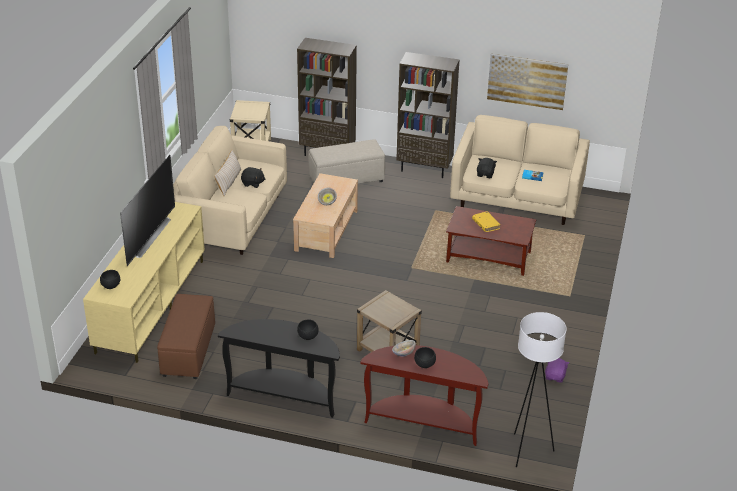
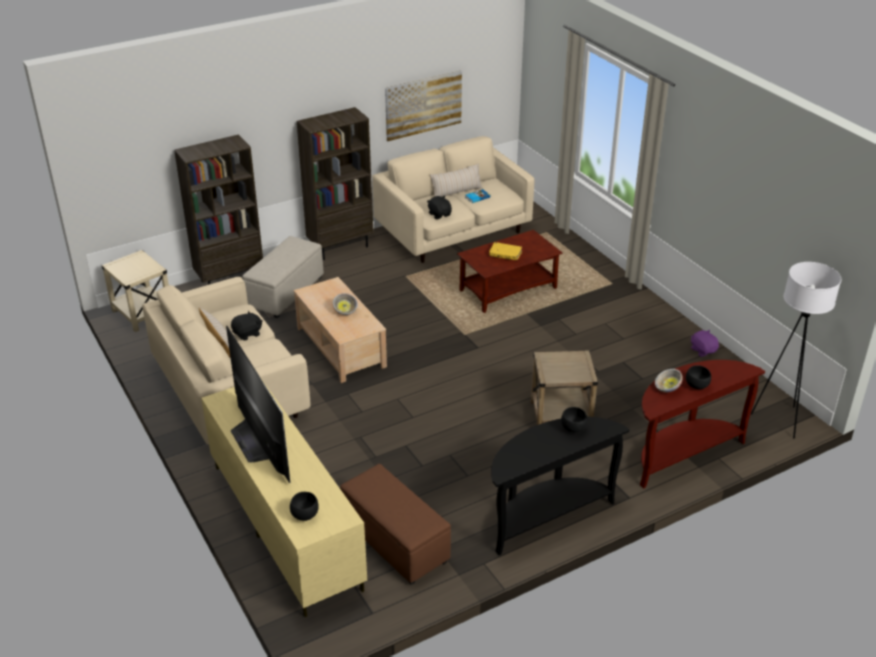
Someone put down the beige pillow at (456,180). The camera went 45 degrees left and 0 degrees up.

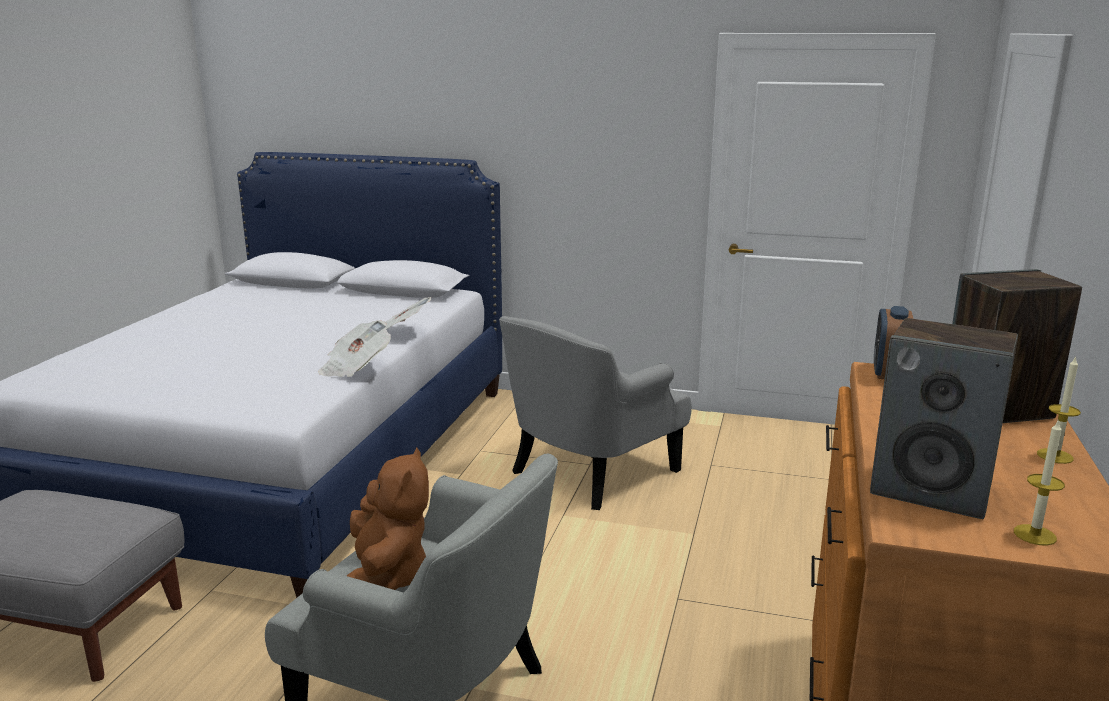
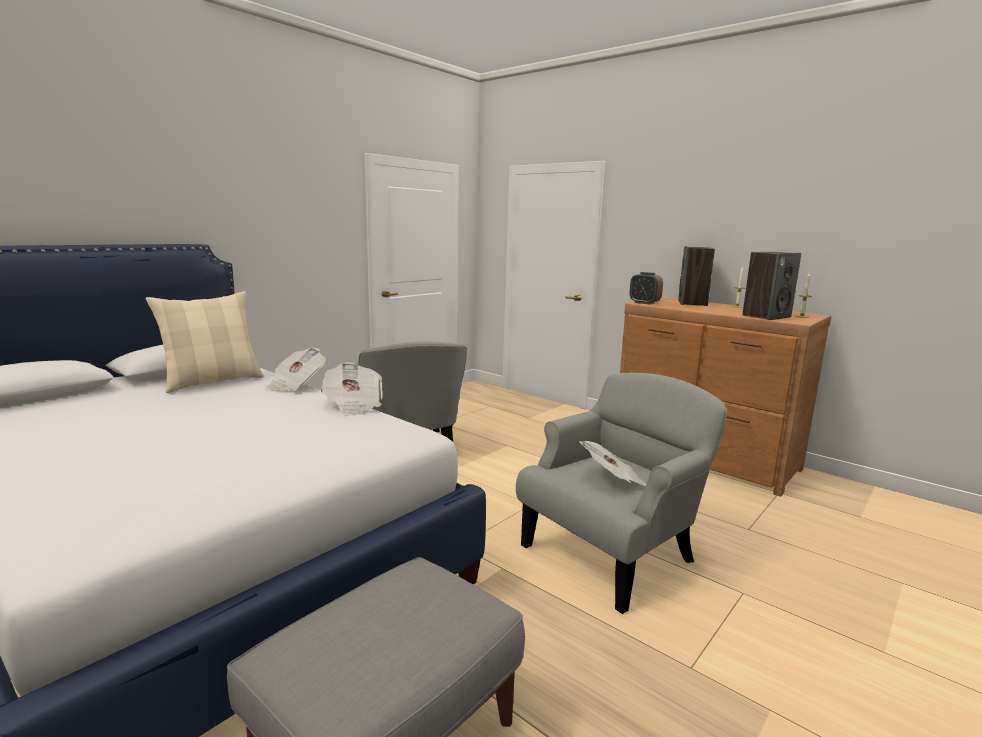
Someone put down the beige pillow at (205,342). Someone swapped the brown plush toy at (388,519) for the newspaper at (612,463). The camera went 65 degrees left and 5 degrees down.

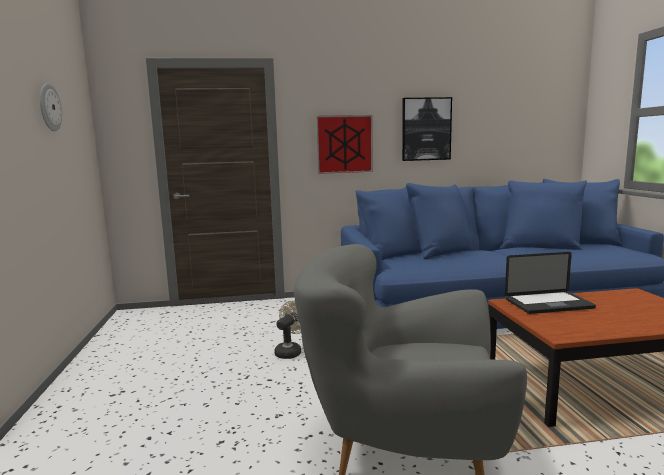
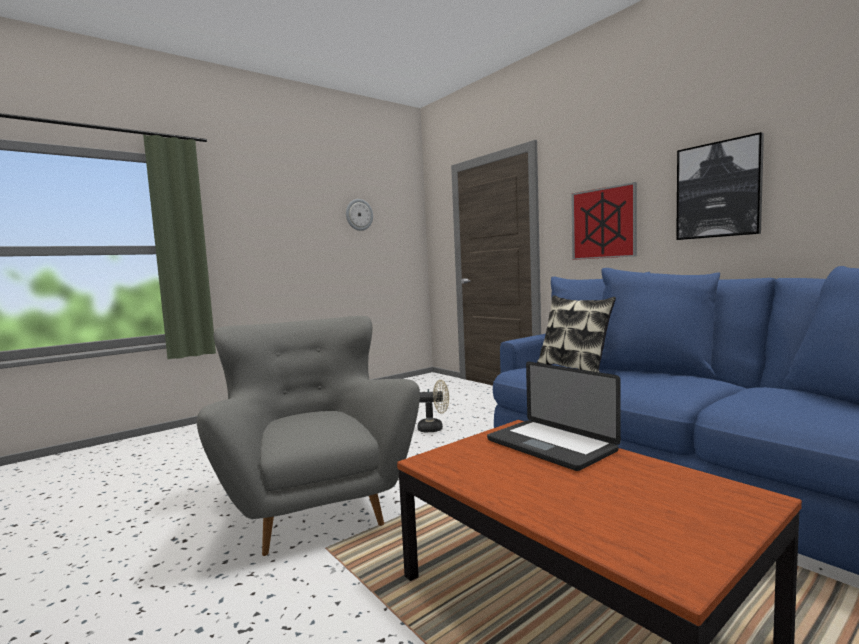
Someone put down the pillow at (576,333). The camera went 60 degrees right and 5 degrees down.

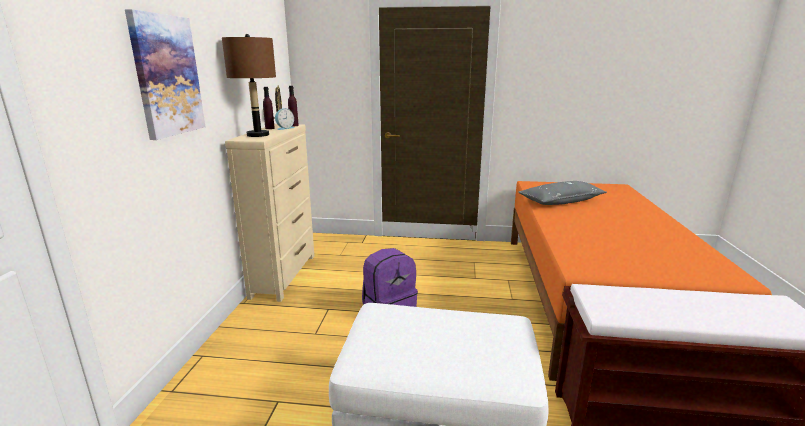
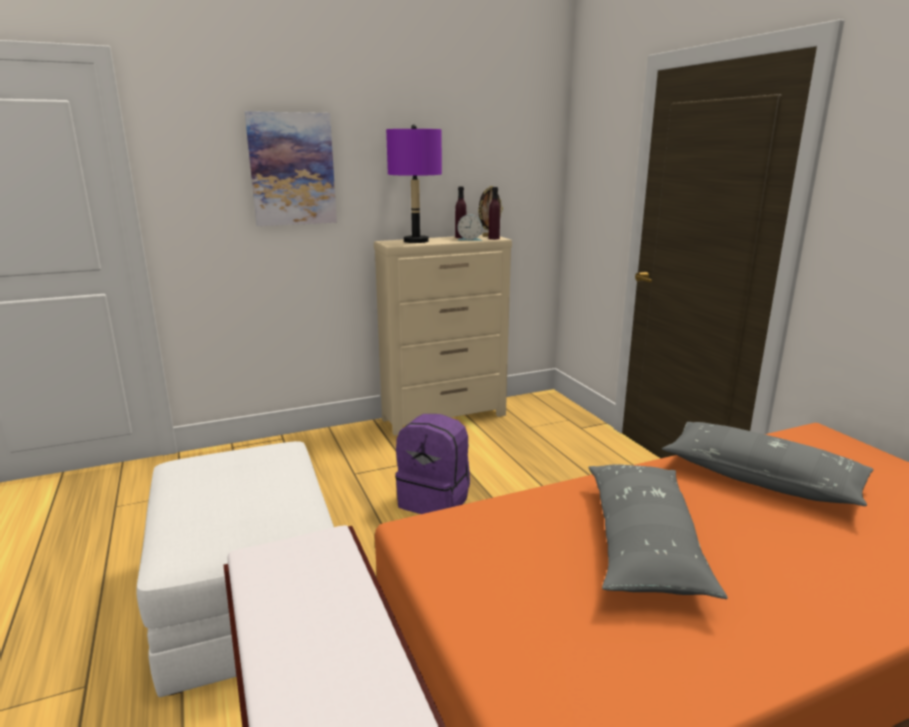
Someone repainted the brown table lamp at (249,85), which became the purple table lamp at (414,184). Someone put down the grey pillow at (658,531). The camera went 60 degrees right and 0 degrees up.

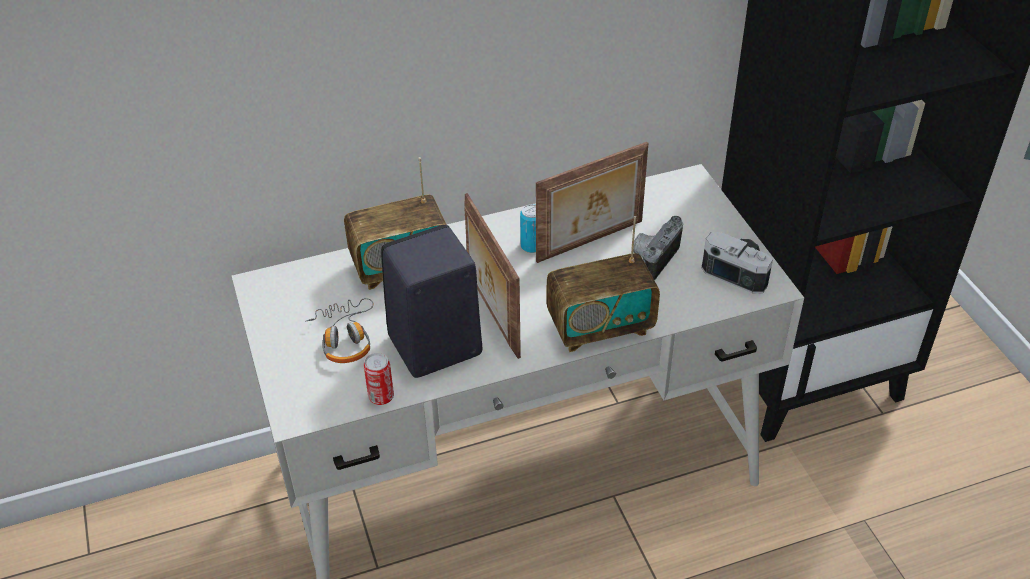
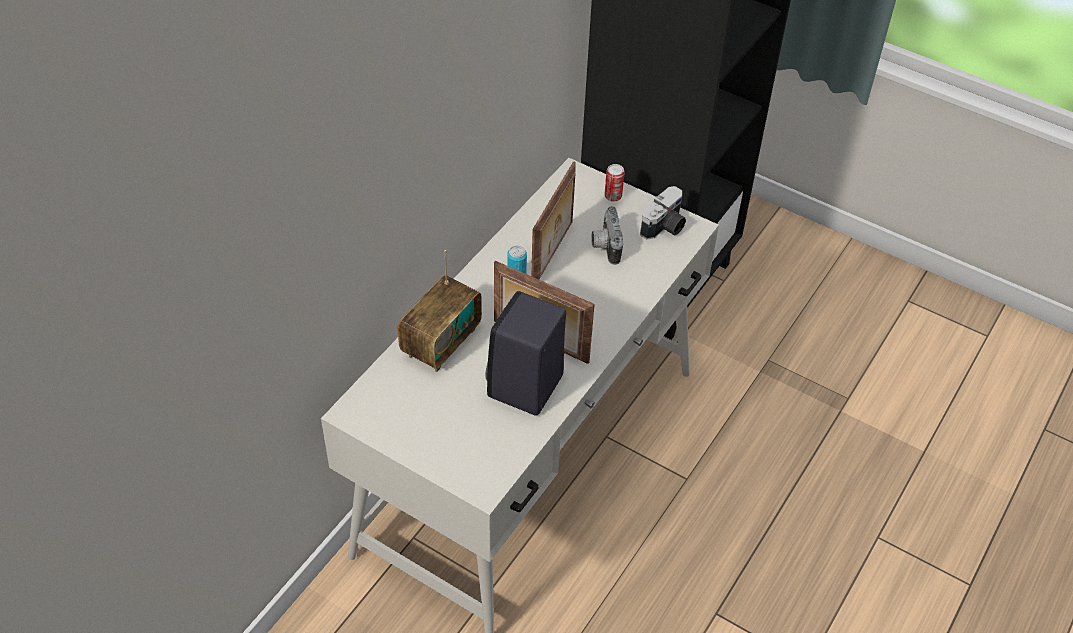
Someone carried the can from (378,379) to (614,183). Someone rotated the photo camera at (737,262) by 135 degrees clockwise. Someone took away the headphones at (339,330). Someone took away the radio at (603,284). The camera went 40 degrees left and 5 degrees up.

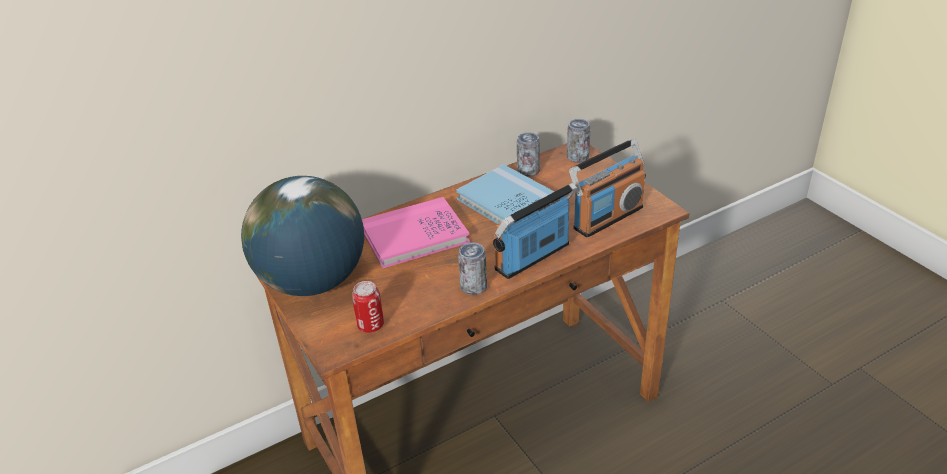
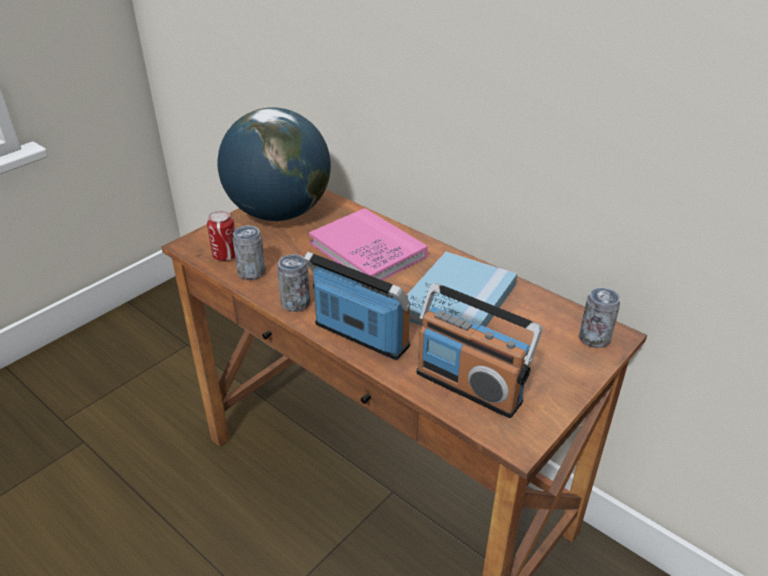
Someone carried the can from (528,154) to (249,253). The camera went 70 degrees right and 0 degrees up.

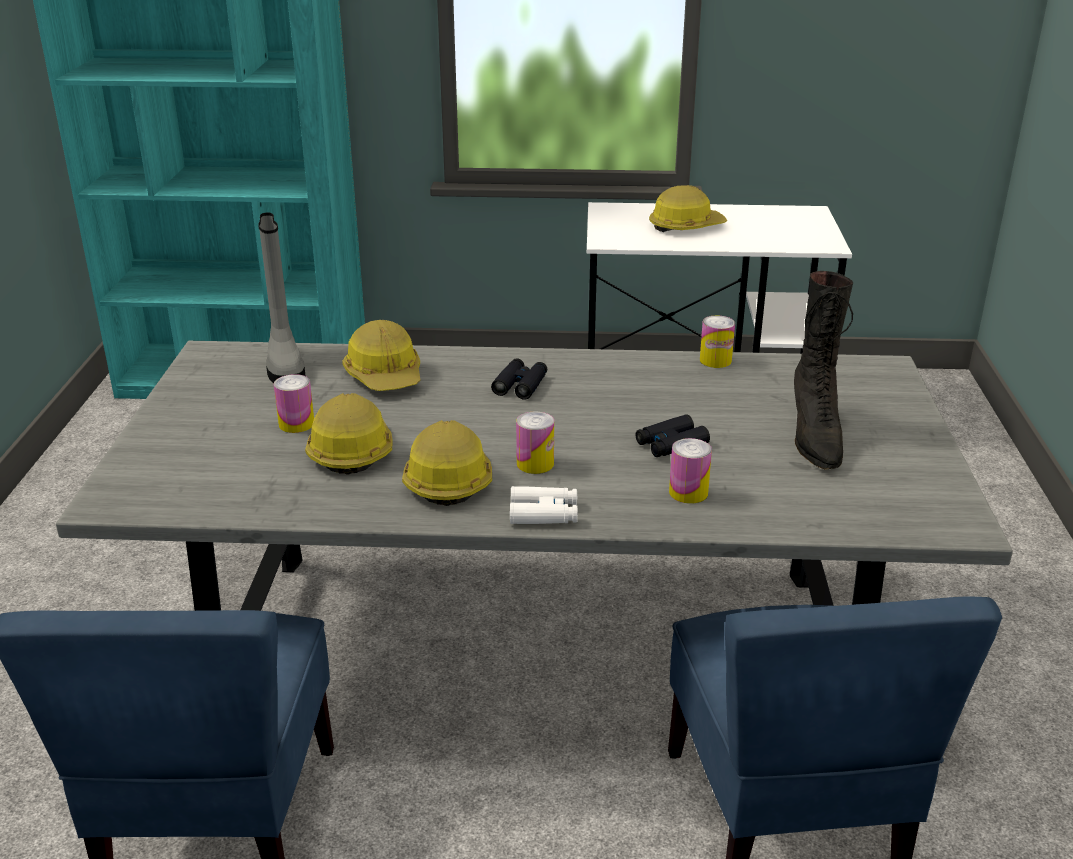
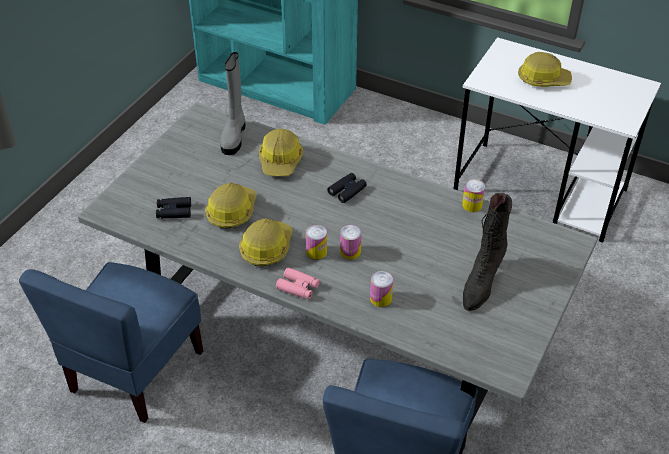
Someone carried the black binoculars from (672,435) to (173,207). Someone repainted the white binoculars at (544,505), which became the pink binoculars at (298,283). Someone carried the can from (294,403) to (351,242). The camera went 25 degrees right and 15 degrees up.

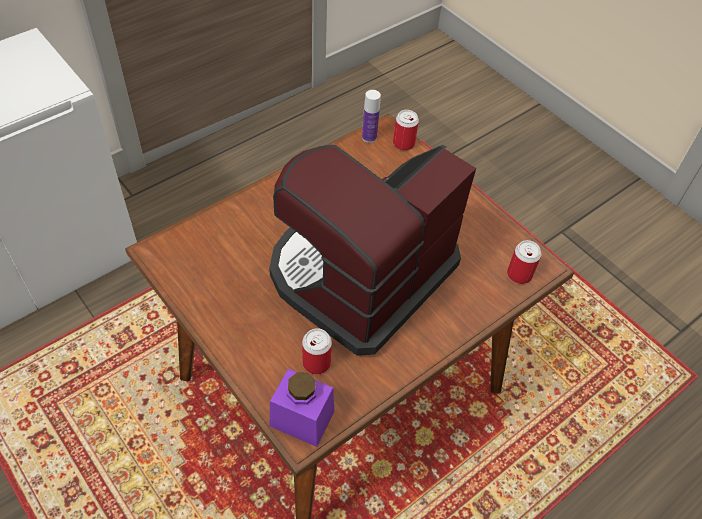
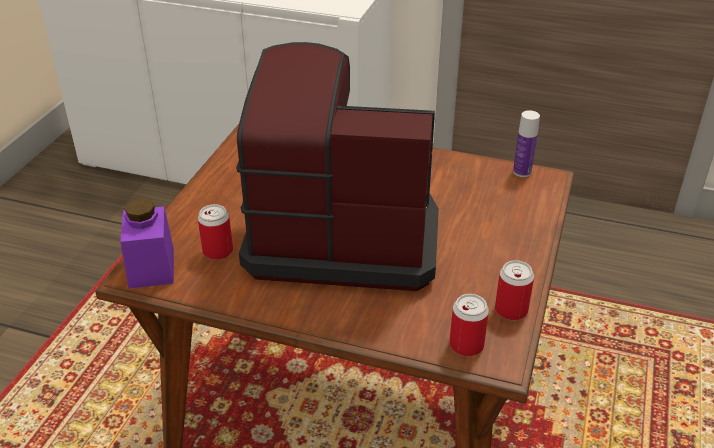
Someone carried the can from (406,130) to (514,290). The camera went 60 degrees right and 15 degrees down.

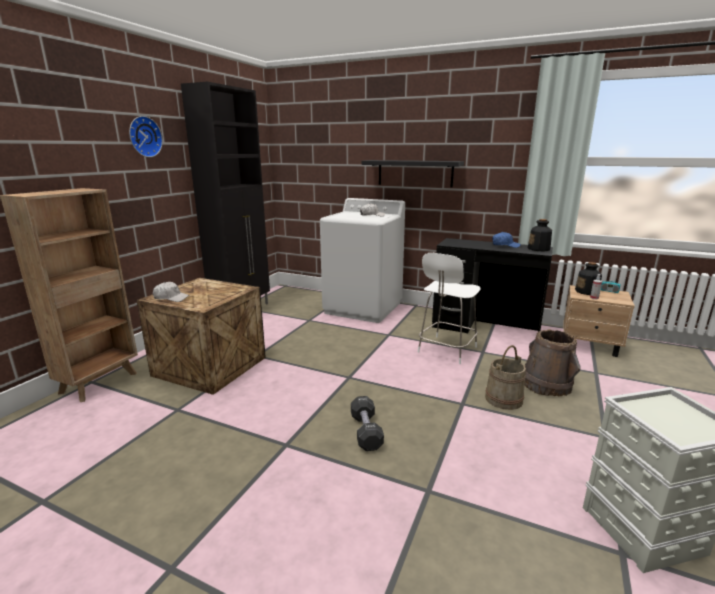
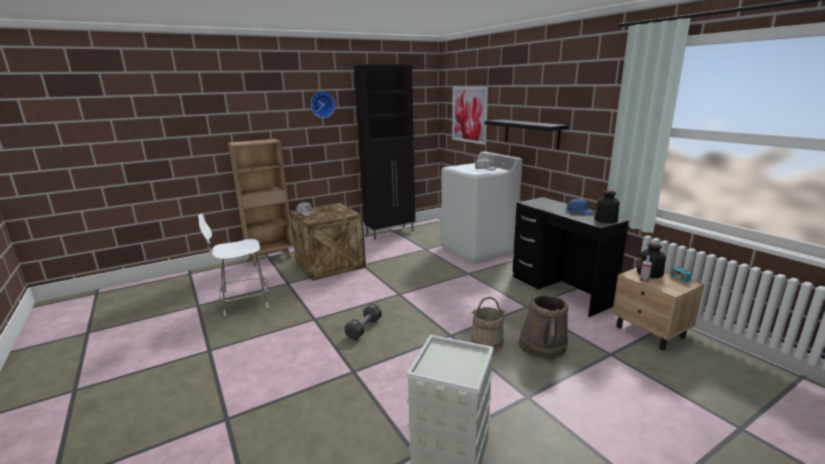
Someone carried the white chair from (449,308) to (233,265). Someone put up the picture at (470,116). The camera went 35 degrees right and 0 degrees up.

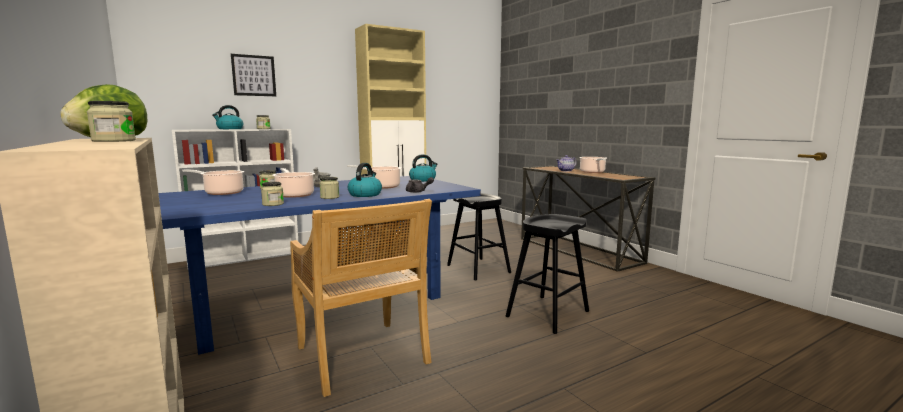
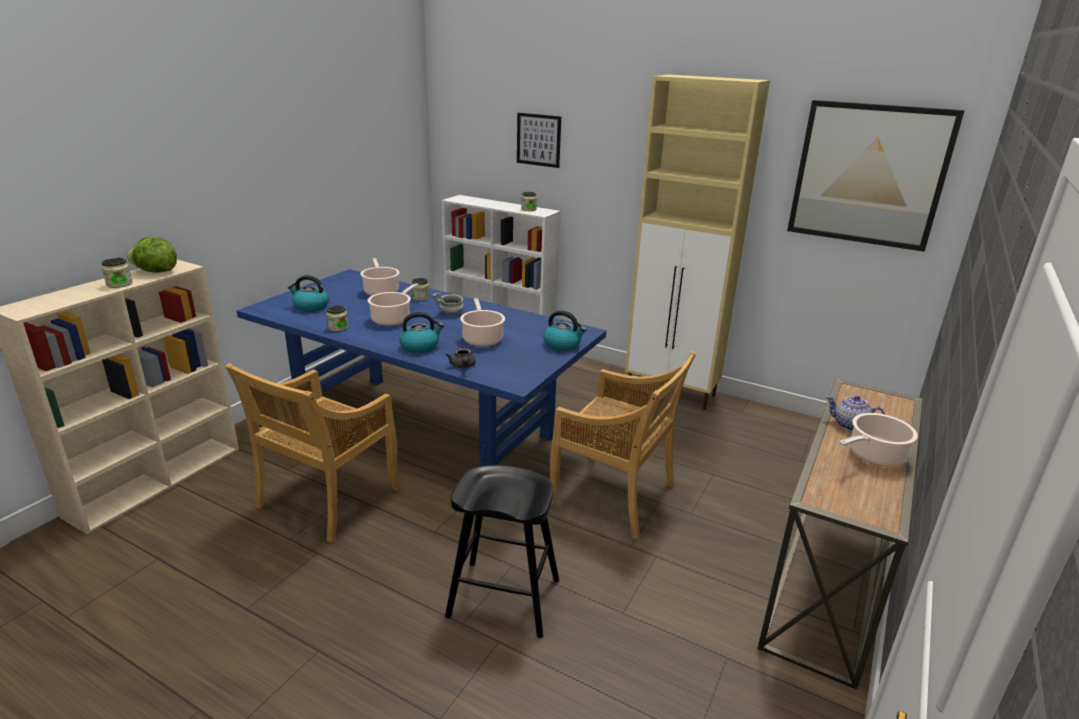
Someone carried the kettle from (227,117) to (308,293). Someone swapped the black stool at (479,237) for the beige chair at (623,445). Someone put up the picture at (875,176). Someone took away the jar at (329,188). The camera went 60 degrees right and 15 degrees up.

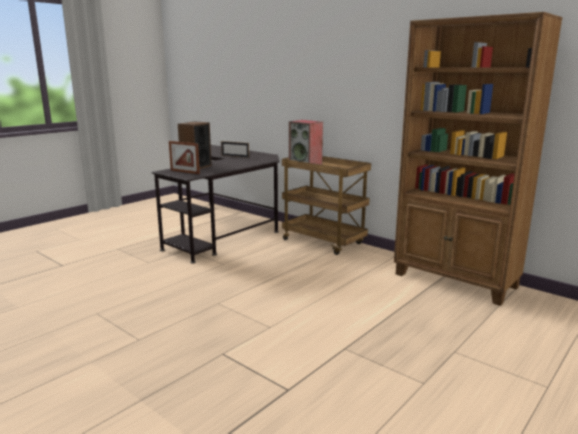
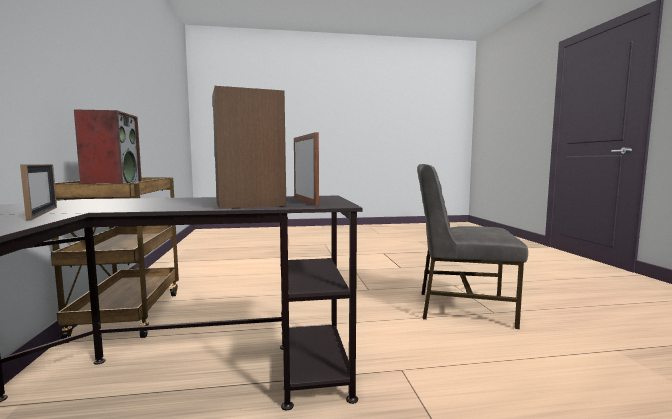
Someone put down the grey chair at (472,246). Someone took away the brown bookcase at (478,159). The camera went 140 degrees left and 10 degrees down.

